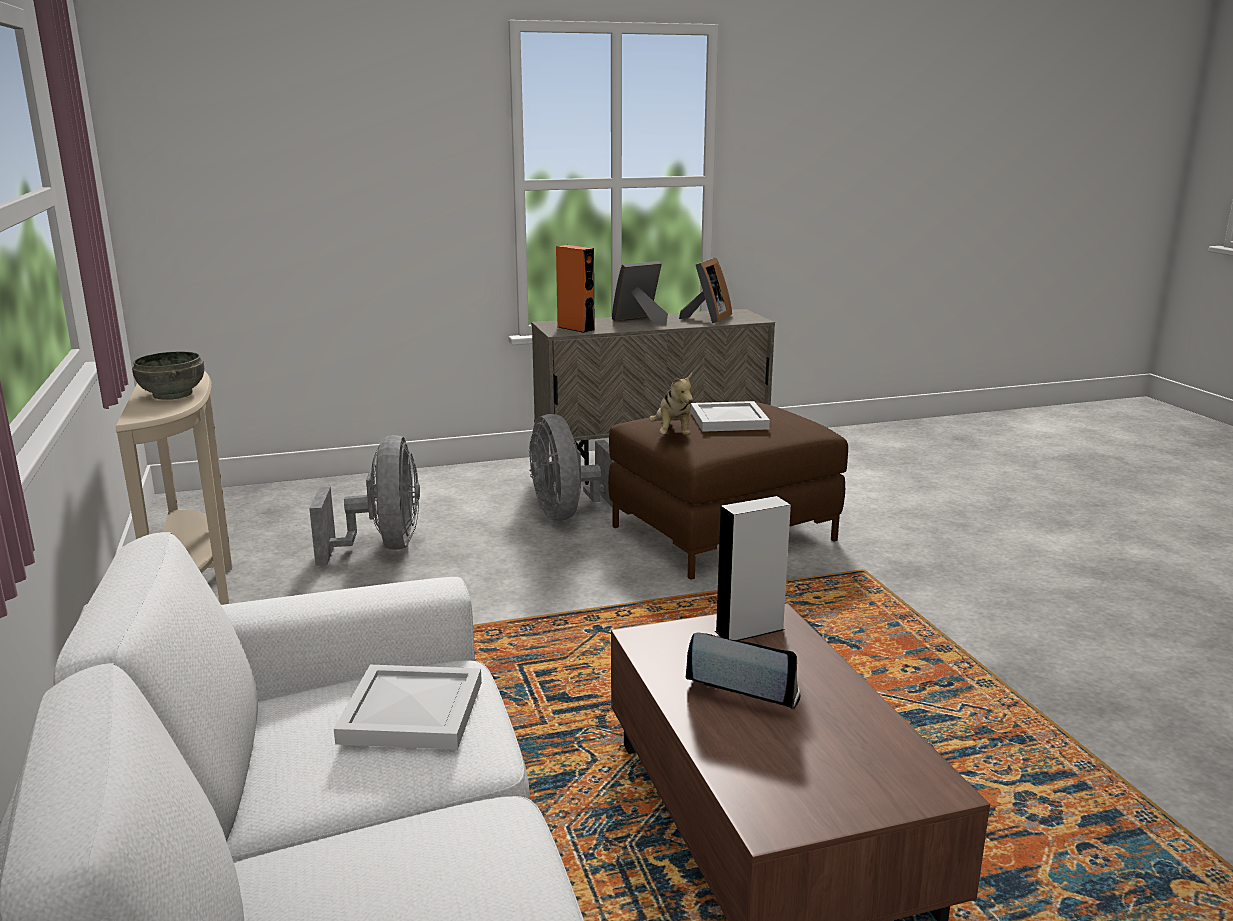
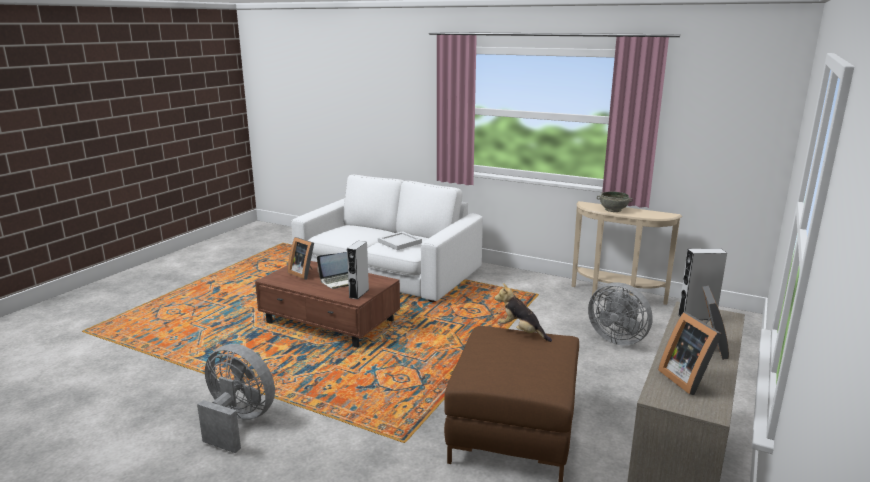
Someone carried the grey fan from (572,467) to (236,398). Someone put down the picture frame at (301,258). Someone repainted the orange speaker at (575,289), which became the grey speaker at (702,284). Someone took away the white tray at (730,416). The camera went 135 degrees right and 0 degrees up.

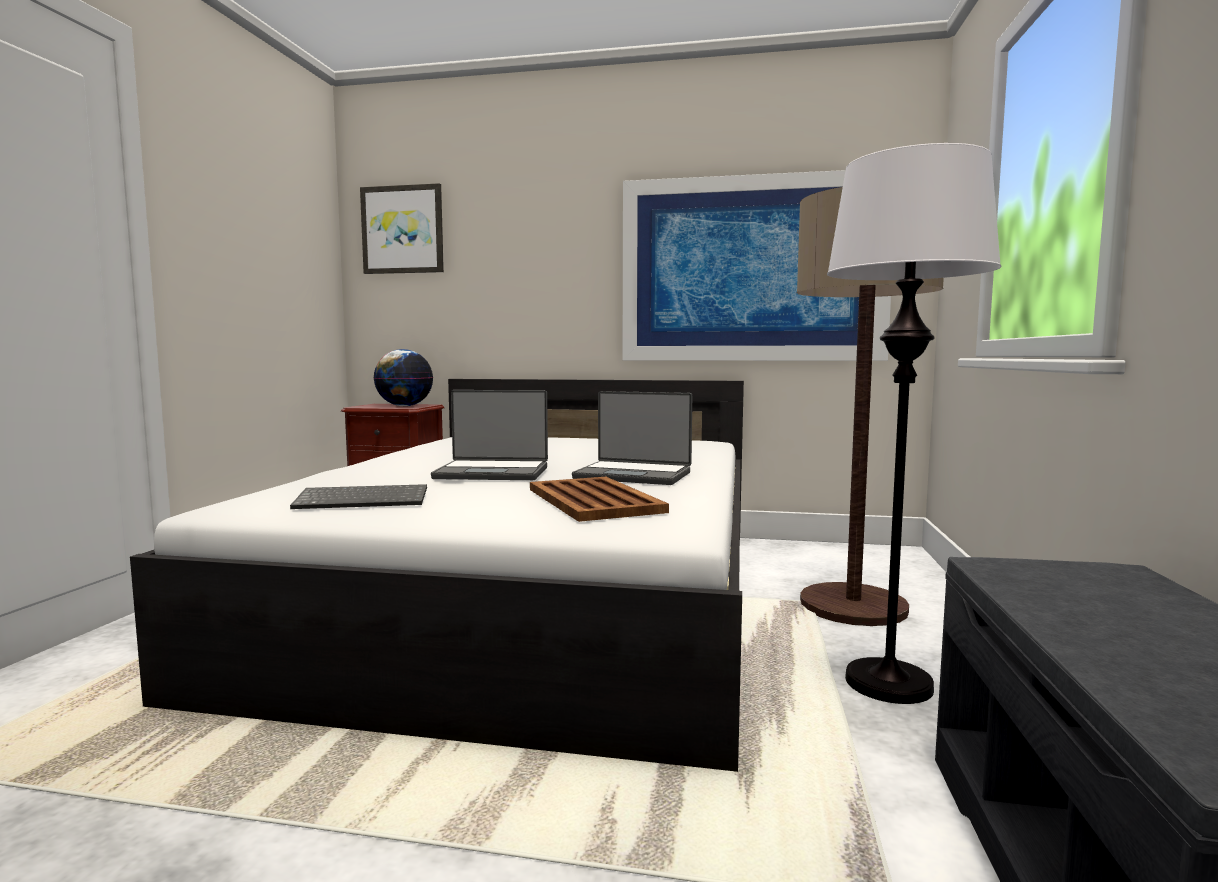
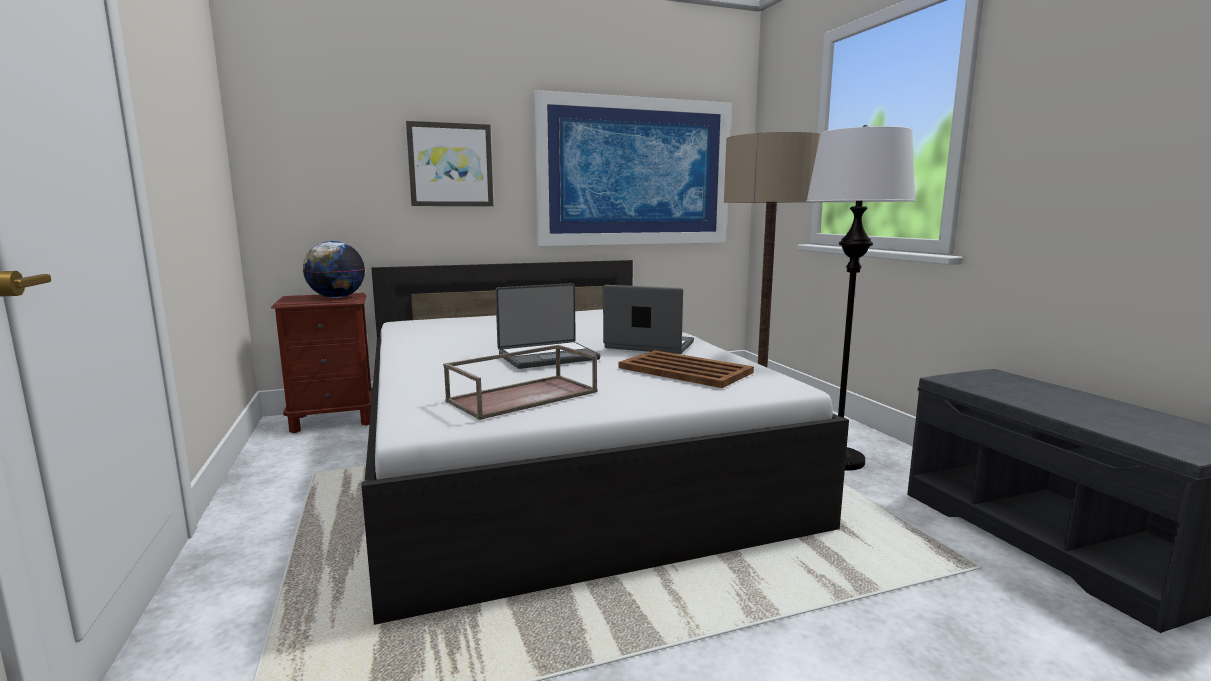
Someone carried the picture from (402,228) to (449,163). Someone swapped the keyboard at (358,496) for the brown tray at (520,382). Someone rotated the laptop at (632,438) by 150 degrees counterclockwise. The camera went 30 degrees left and 5 degrees up.

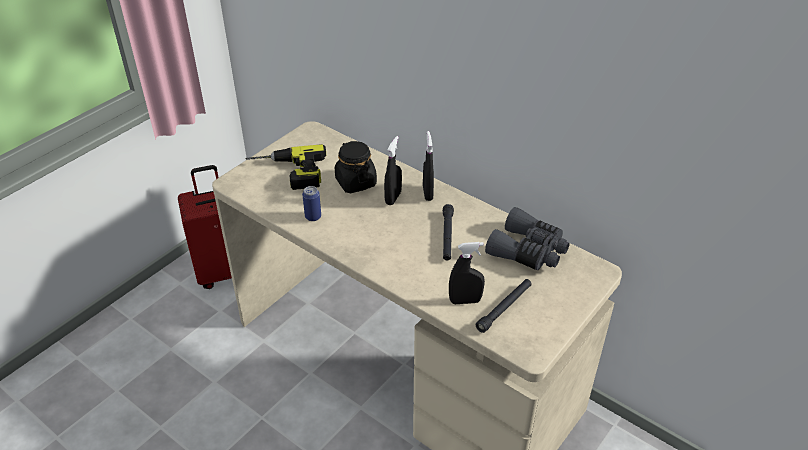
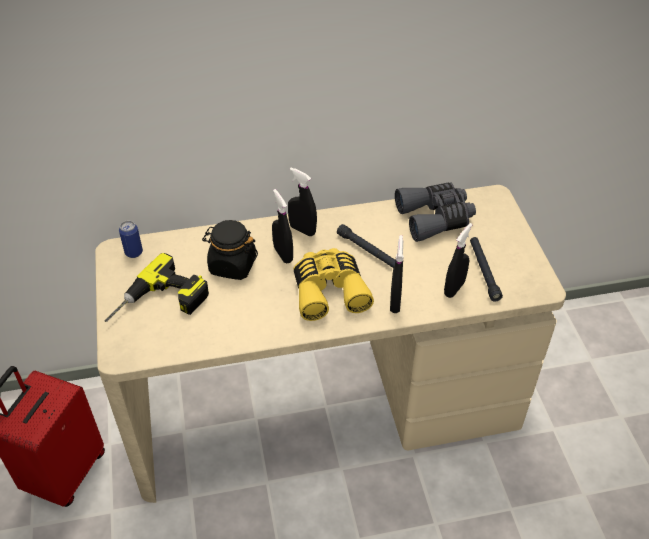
Someone carried the can from (311,203) to (131,239). Someone put down the yellow binoculars at (334,284). Someone put down the black spray bottle at (397,274). The camera went 50 degrees left and 5 degrees up.

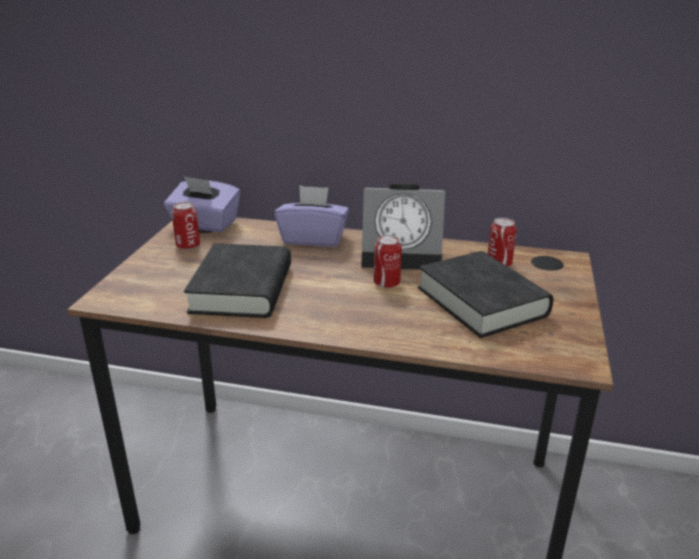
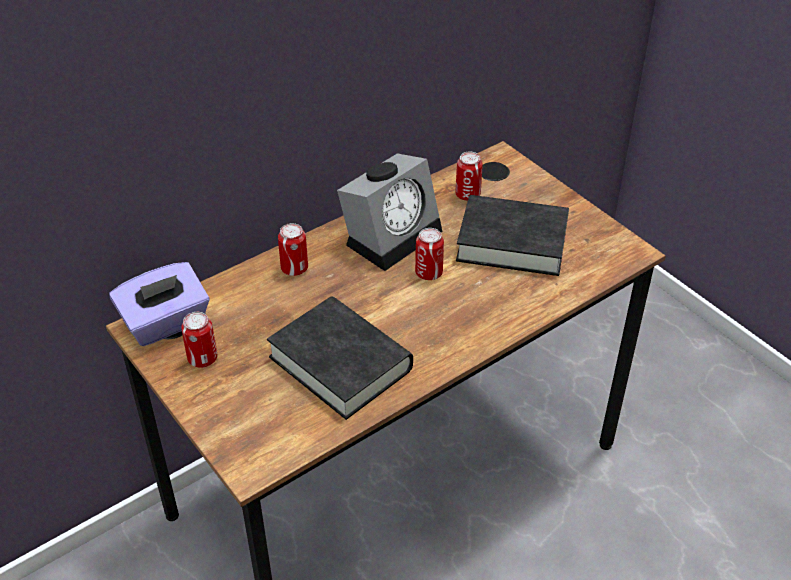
Someone swapped the purple tissue box at (311,216) for the can at (293,249). The camera went 50 degrees left and 15 degrees up.

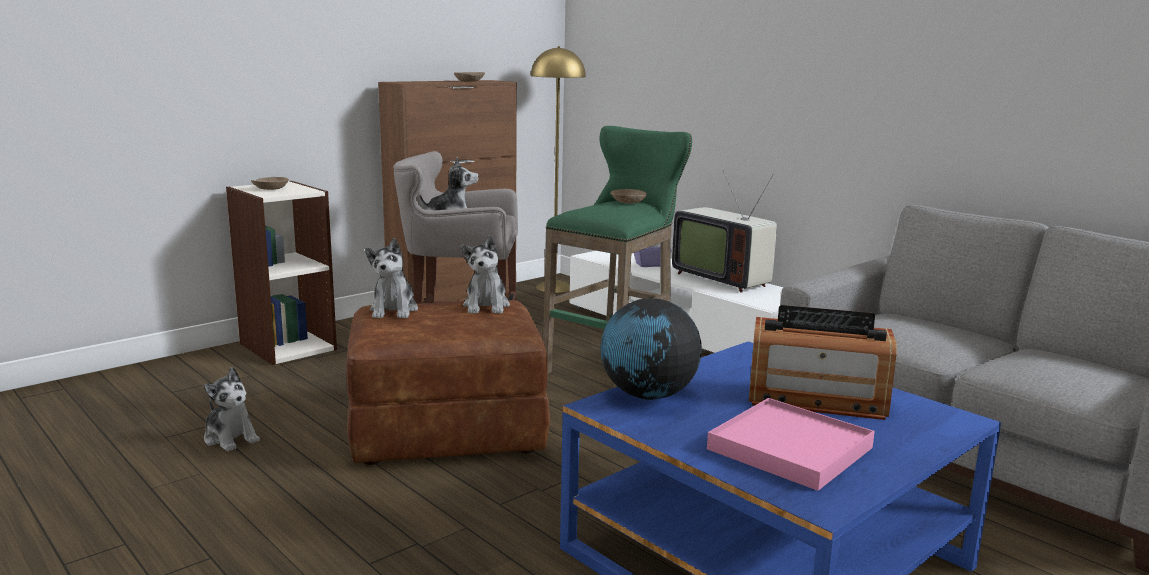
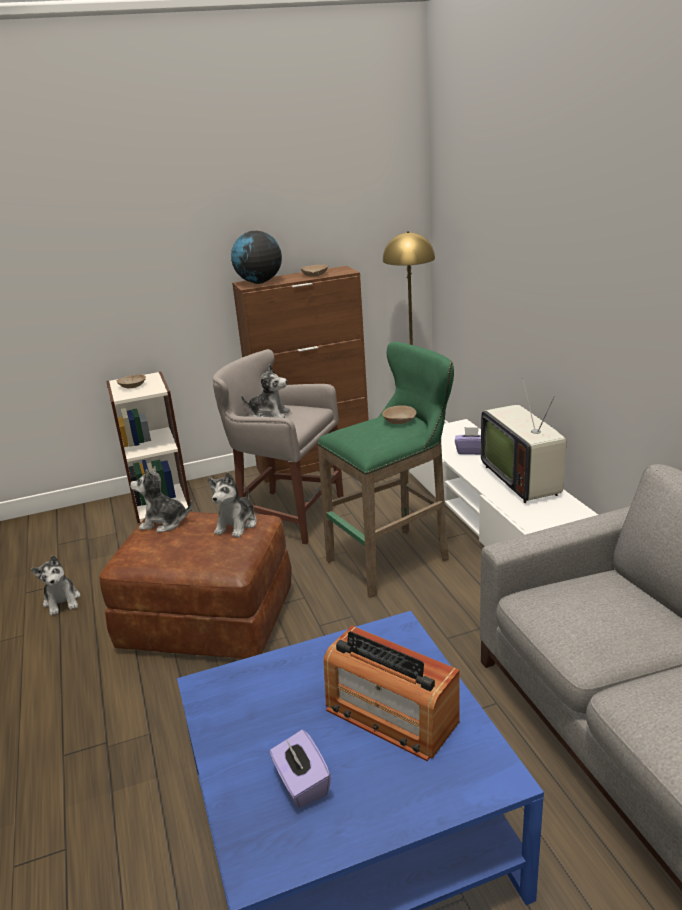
Someone rotated the plush toy at (391,278) by 75 degrees clockwise. Someone carried the globe from (651,349) to (256,257). Someone swapped the pink tray at (791,444) for the purple tissue box at (300,769). The camera went 25 degrees right and 10 degrees up.

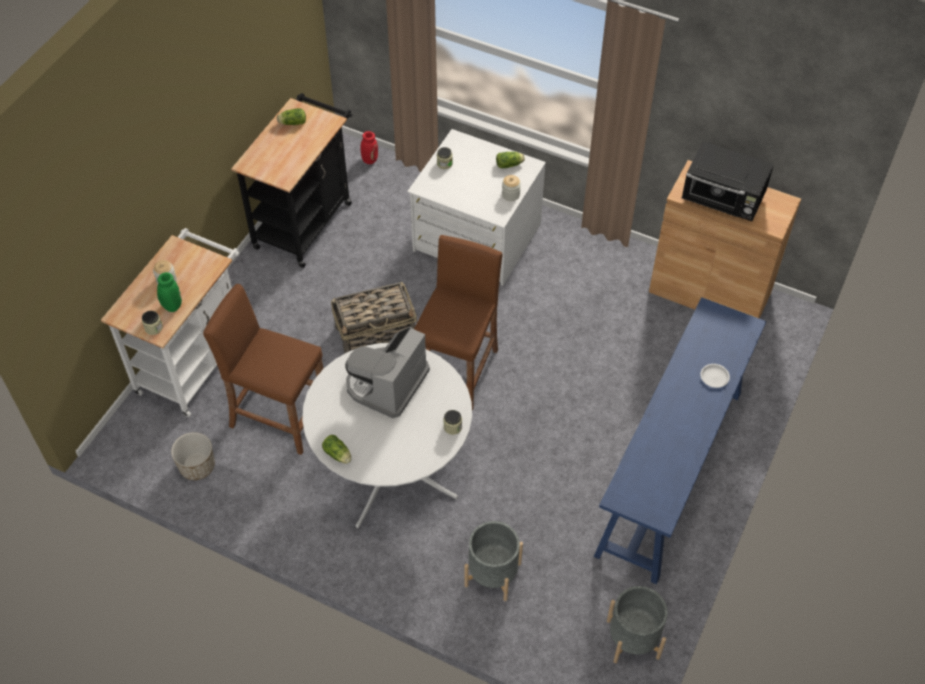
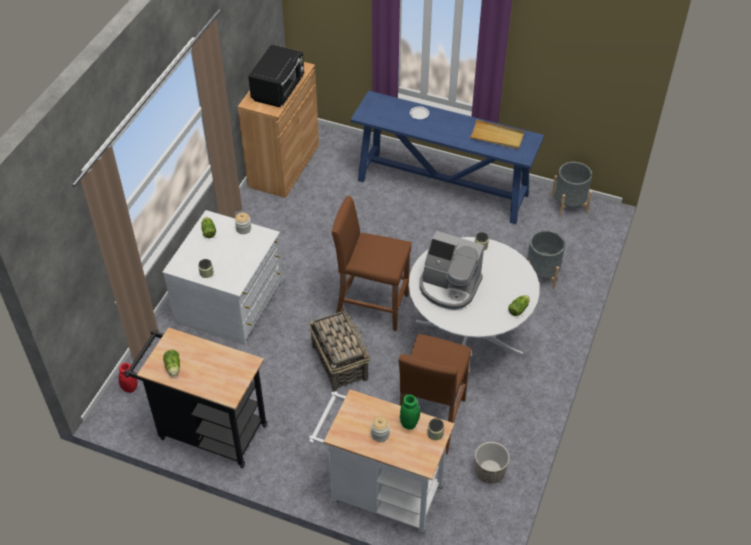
Someone put down the beige tray at (497,134). The camera went 95 degrees left and 5 degrees down.

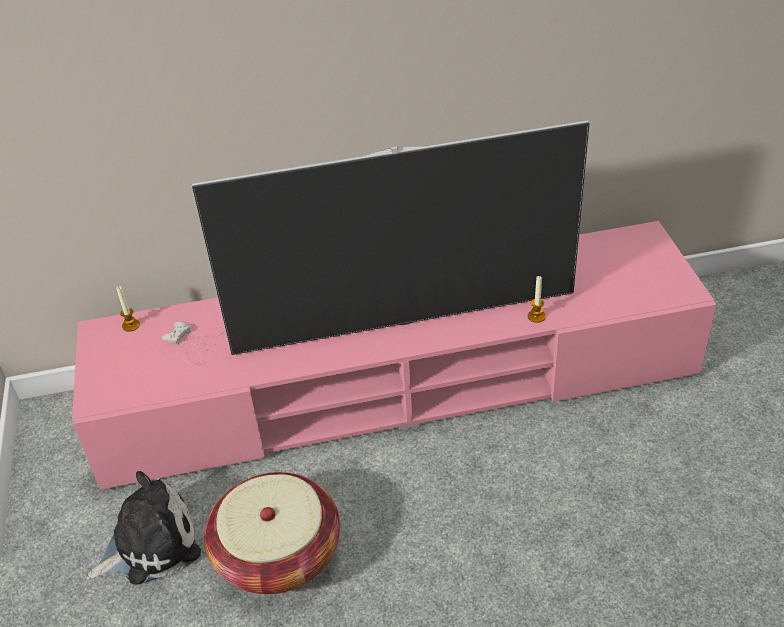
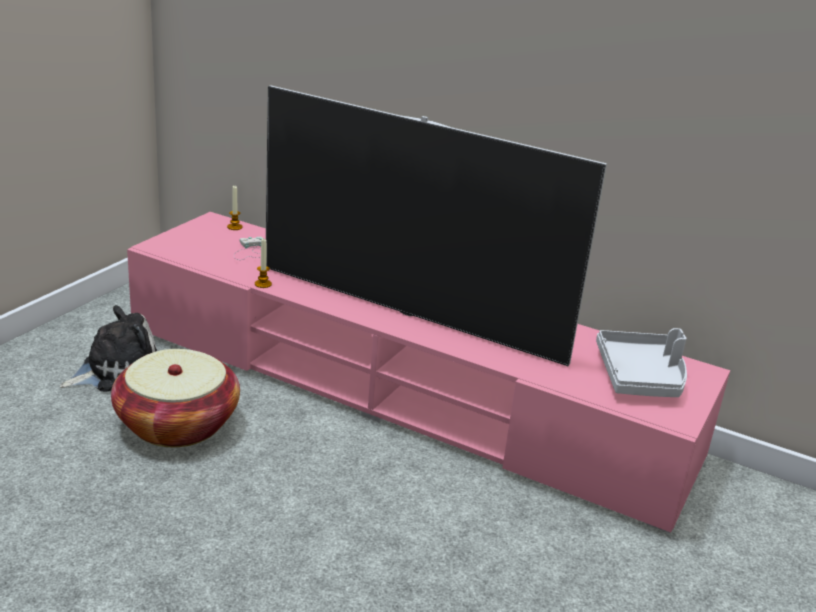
Someone rotated the plush toy at (144,528) by 45 degrees counterclockwise. Someone carried the candle from (537,299) to (263,263). Someone put down the grey tray at (641,362). The camera went 35 degrees right and 15 degrees down.

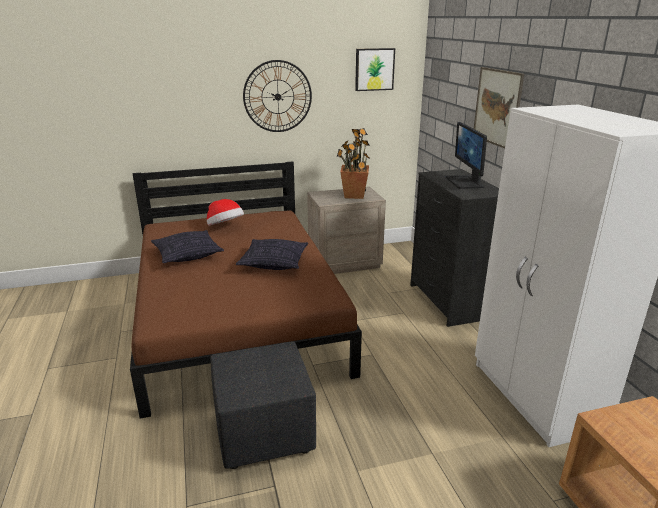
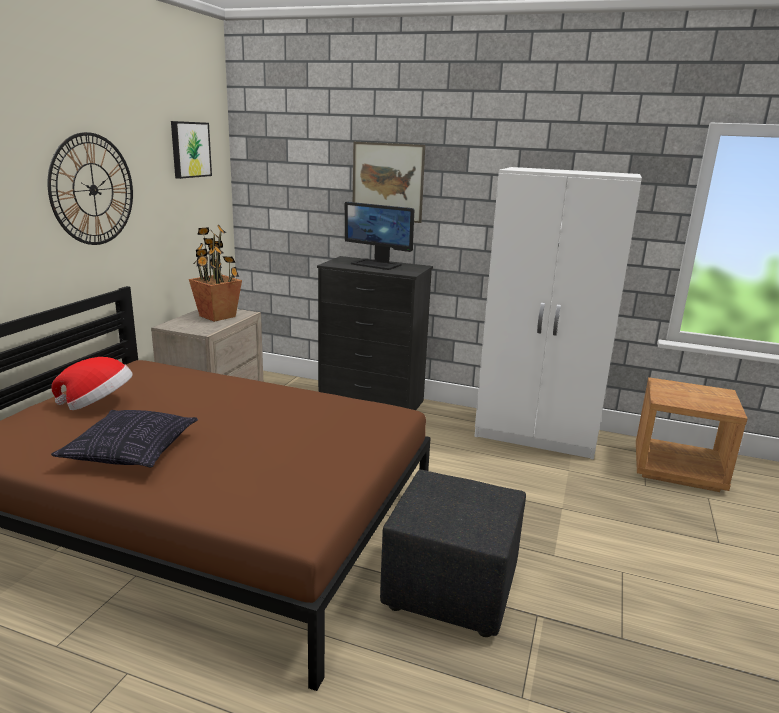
Someone took away the pillow at (272,254). The camera went 55 degrees left and 5 degrees down.

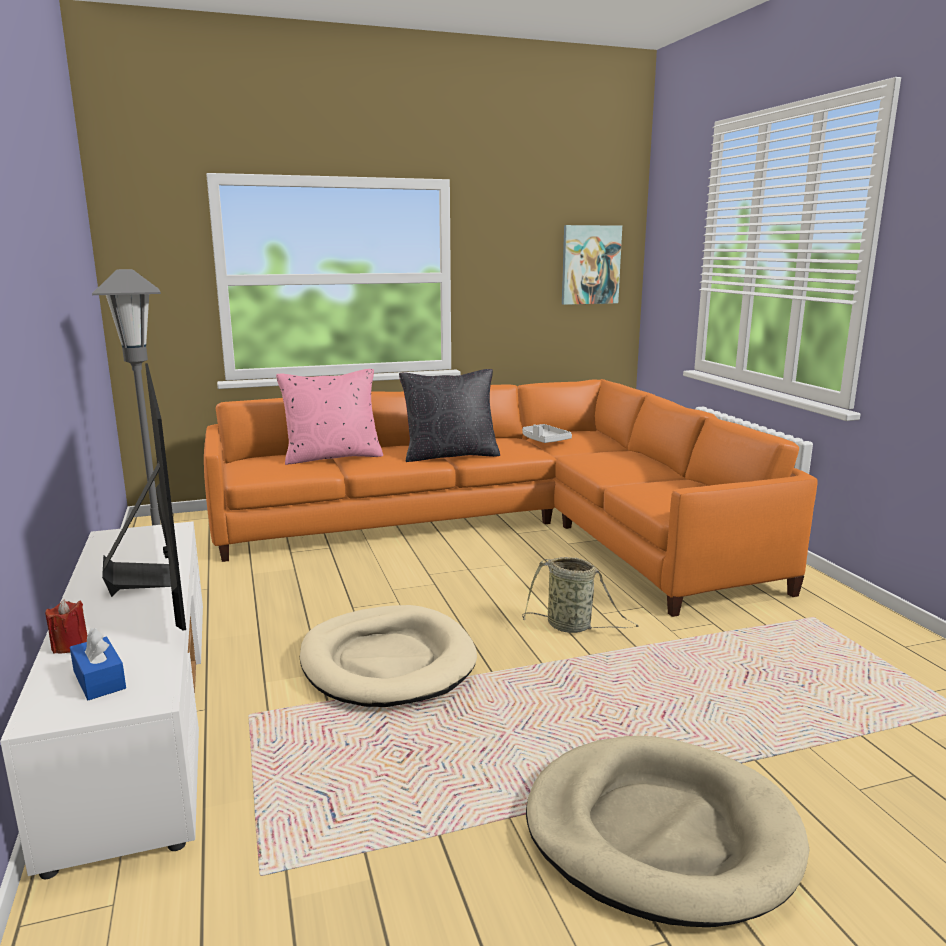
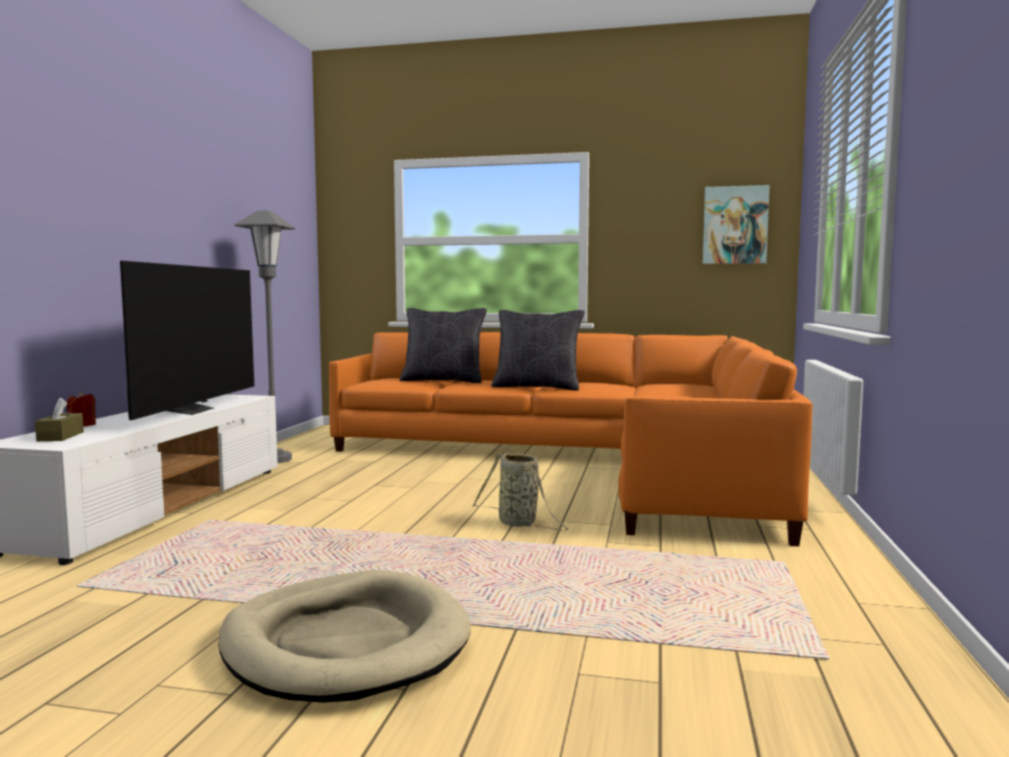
Someone repainted the blue tissue box at (98,664), which became the brown tissue box at (59,419). Someone repainted the pink pillow at (329,417), which became the black pillow at (443,345). Someone took away the beige dog bed at (388,656). Someone took away the grey tray at (547,433). The camera went 30 degrees right and 10 degrees down.

